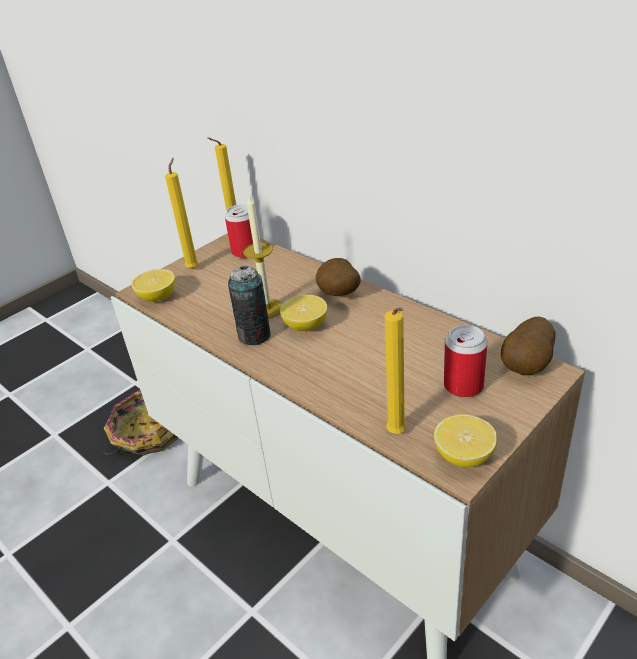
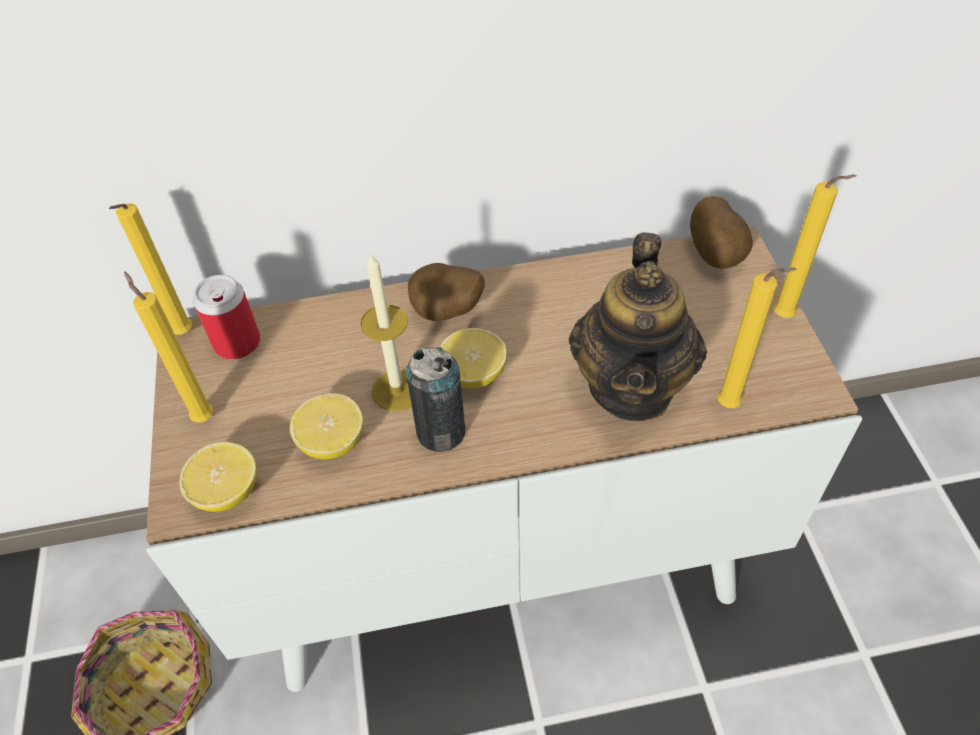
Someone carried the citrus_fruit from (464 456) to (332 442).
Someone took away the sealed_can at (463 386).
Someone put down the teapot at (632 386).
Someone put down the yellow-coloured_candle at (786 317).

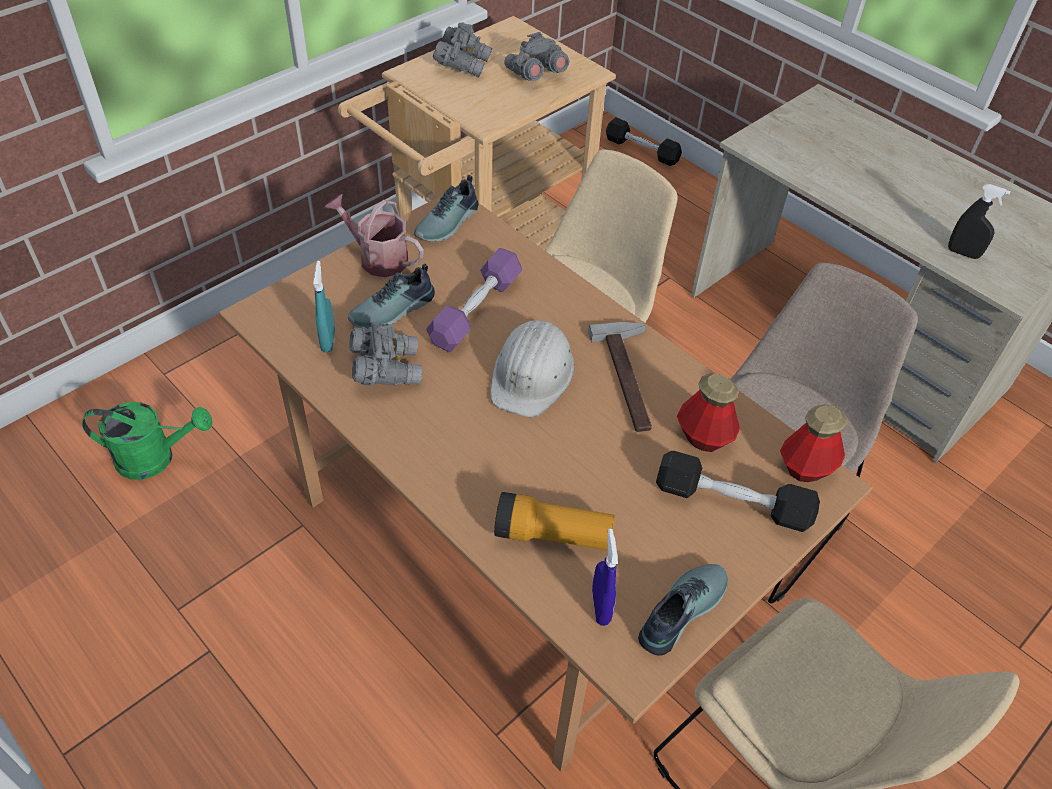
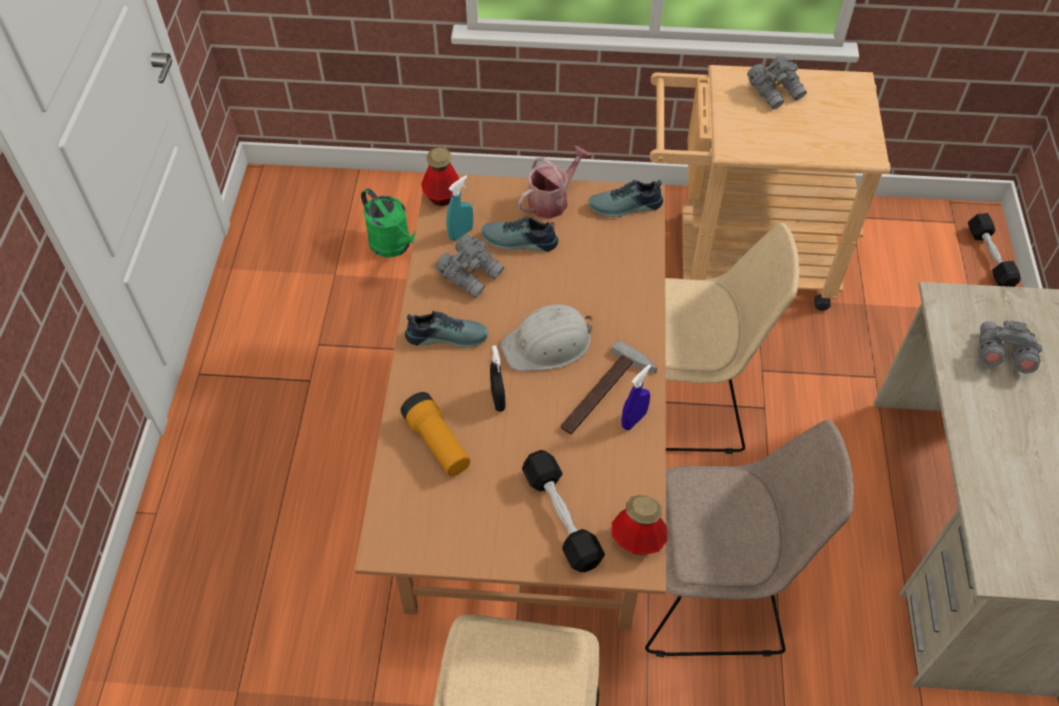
Someone rotated the watering_can at (378 258) by 60 degrees clockwise.
Someone took away the purple_dumbbell at (475 311).
Someone carried the gray_binoculars from (535 75) to (1001 355).
Someone carried the blue-coloured_sprayer from (600 607) to (634 420).
Someone carried the shoe from (679 610) to (447 335).
Someone carried the bottle from (703 437) to (441 196).
Someone carried the black-coloured_sprayer from (963 253) to (498 400).

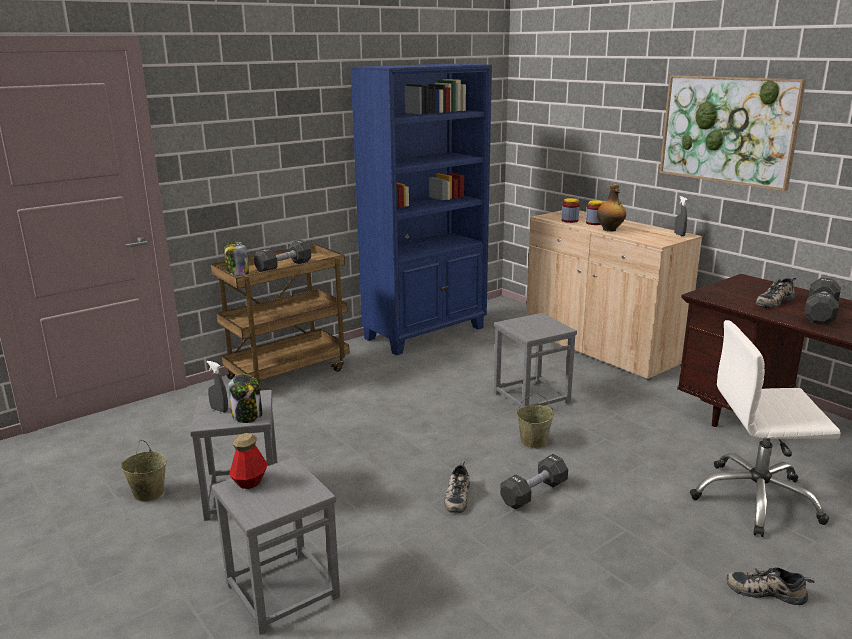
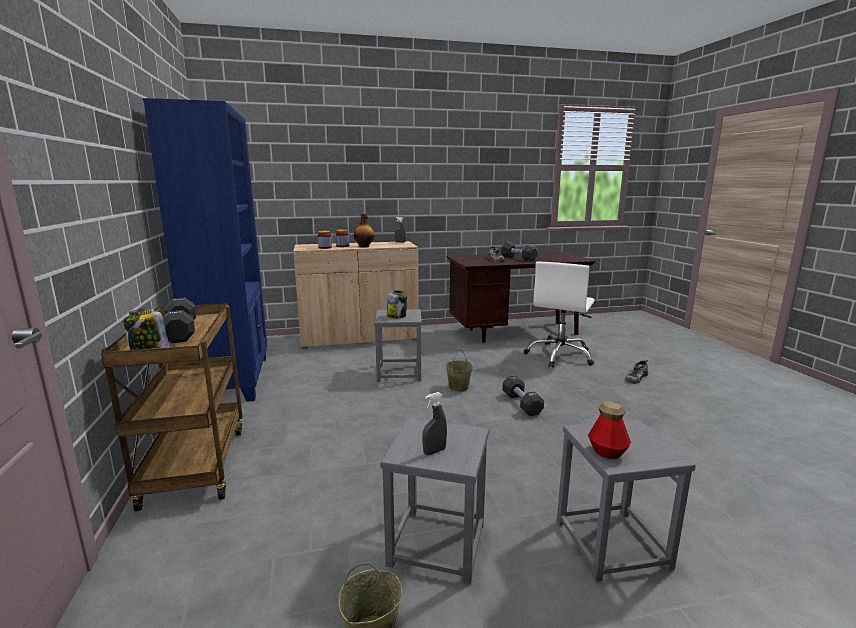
Someone carried the preserve_jar from (247 416) to (397 316).
Someone took away the shoe at (456 496).
Someone took away the wall_picture at (727 130).

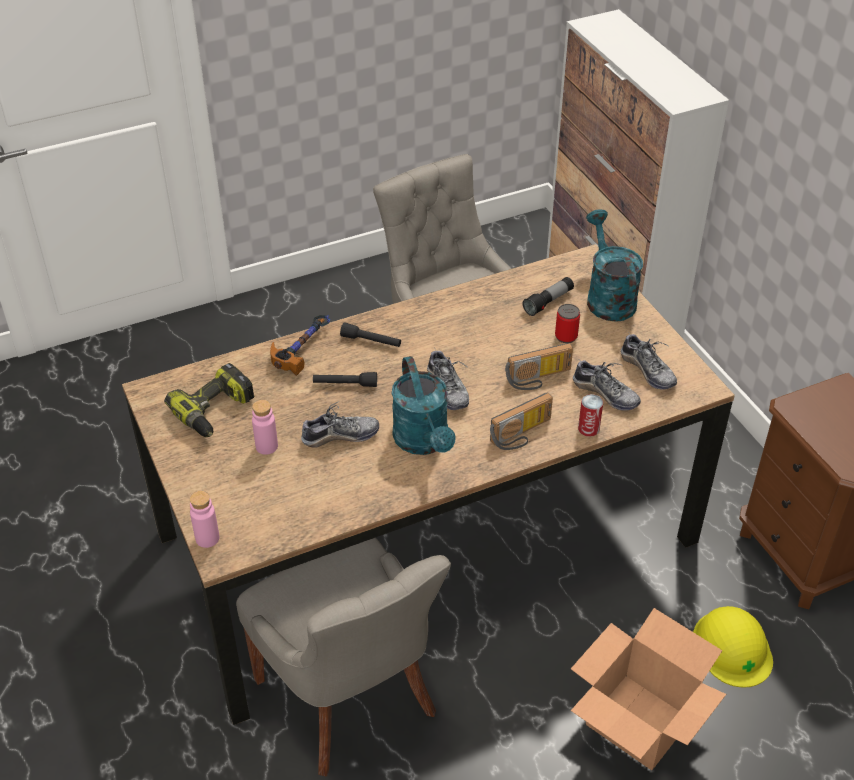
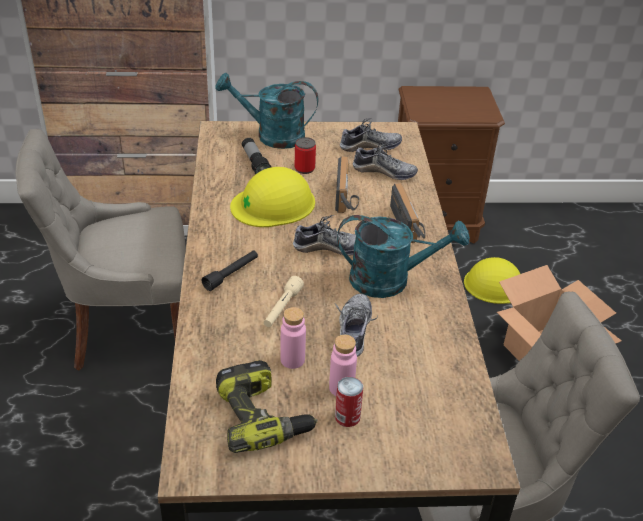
Someone carried the pink_bottle from (207 538) to (292 360).
Someone took away the hammer at (302 347).
Someone repainted the black-coloured_torch at (345 384), which became the sand-coloured_torch at (282 308).
Someone rotated the shoe at (605 394) by 45 degrees clockwise.
Someone carried the sealed_can from (588 428) to (347 417).
Someone put down the yellow-coloured_work_helmet at (273 204).

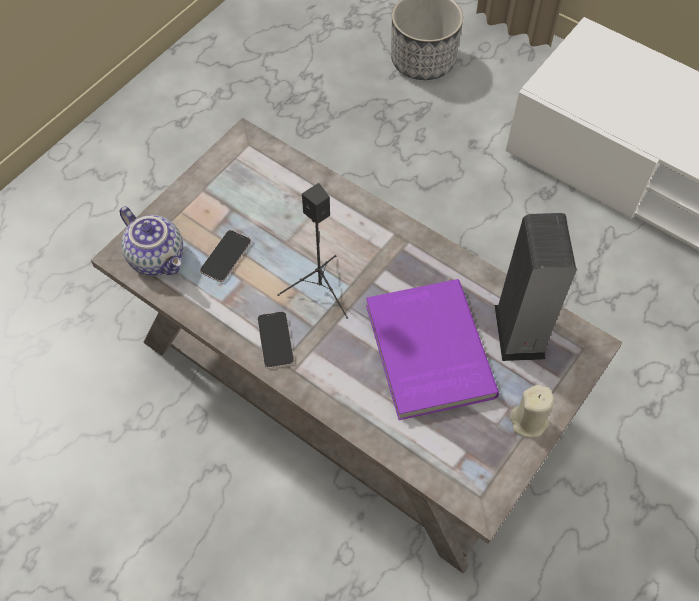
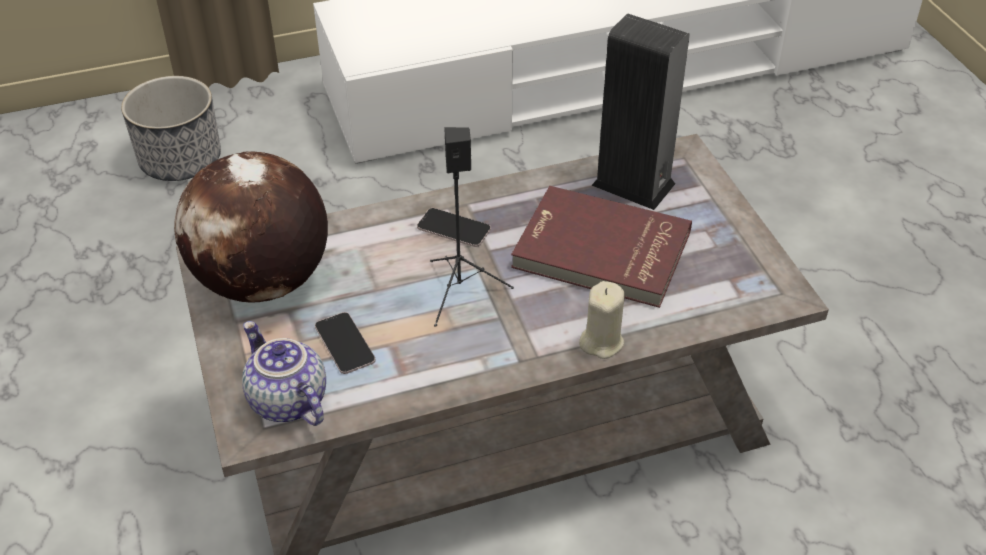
Someone rotated the teapot at (158 257) by 120 degrees counterclockwise.
Someone carried the telephone from (275 340) to (453 228).
Someone repainted the purple_bound_book at (426 351), which became the red-coloured_bound_book at (601 252).
Someone carried the sand-coloured_candle from (529 421) to (601 342).
Someone put down the world_globe at (262 282).

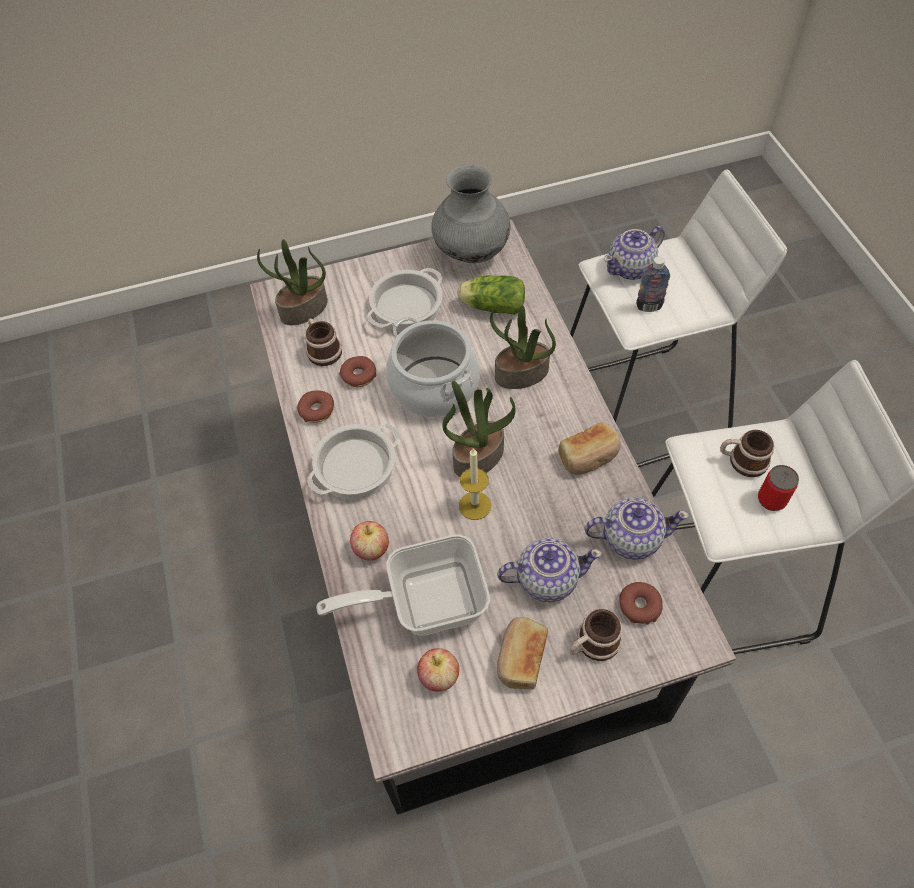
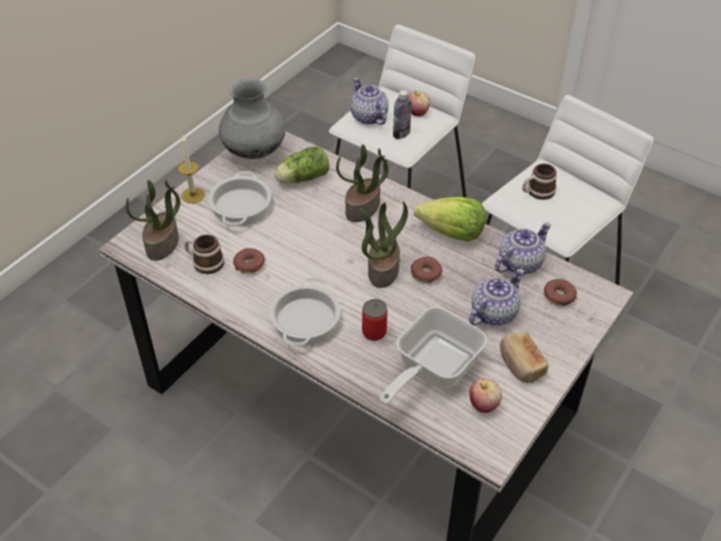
Someone carried the donut from (317 410) to (426 274).
Someone carried the apple_fruit from (371 549) to (417 113).
Someone took away the saucepot at (433 387).
Someone carried the candle from (475 505) to (193 195).
Someone swapped the bread at (589 457) for the lettuce_head at (451 233).
Someone took away the tea_mug at (592 644).
Someone rotated the teapot at (631 268) by 135 degrees clockwise.
Someone carried the sealed_can from (771 499) to (374 332).

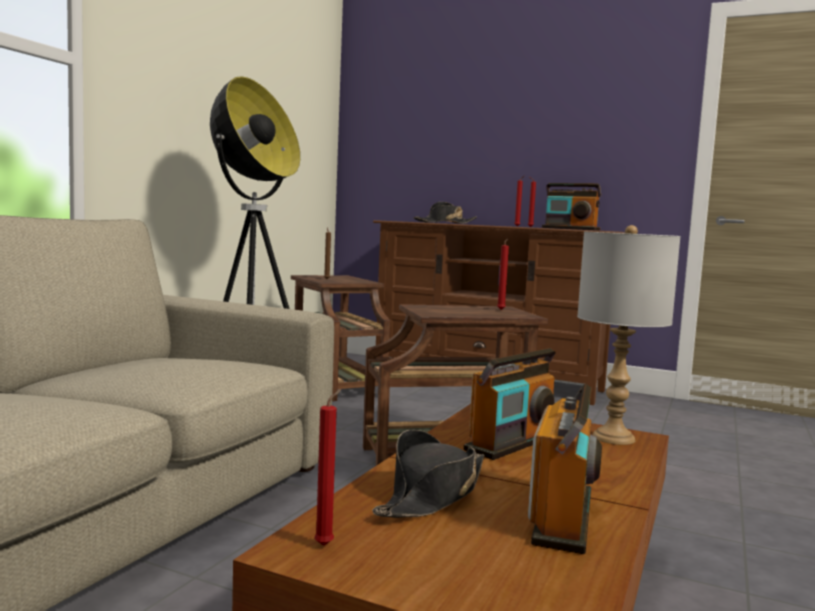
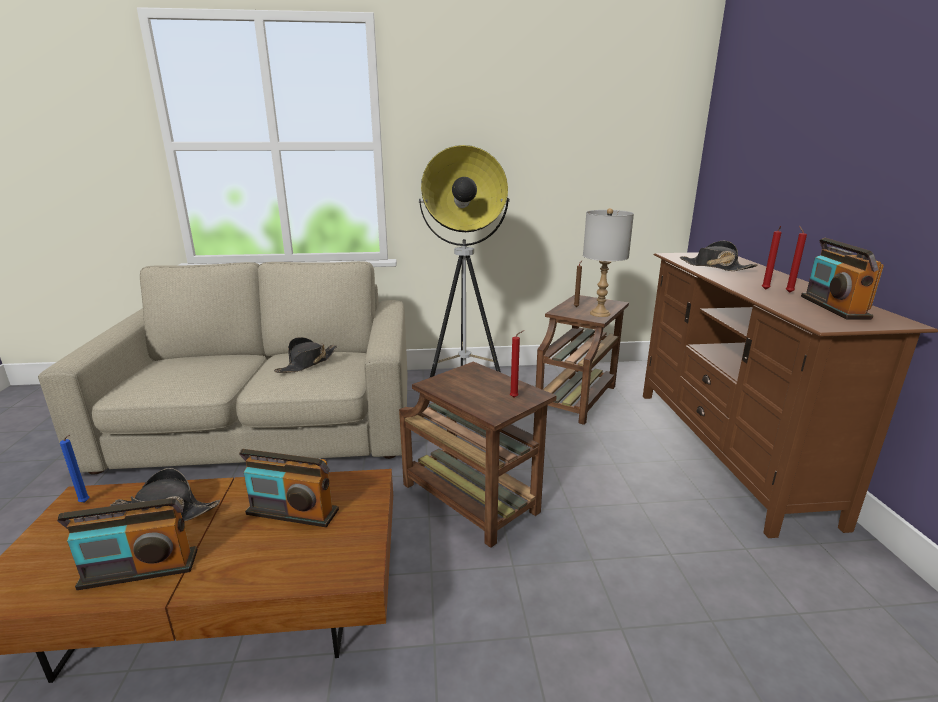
Someone repainted the red-coloured_candle at (326 544), which became the blue-coloured_candle at (86 502).
Someone carried the gray_tabletop_lamp from (612 438) to (599 313).
Someone put down the black-coloured_hat at (307 363).

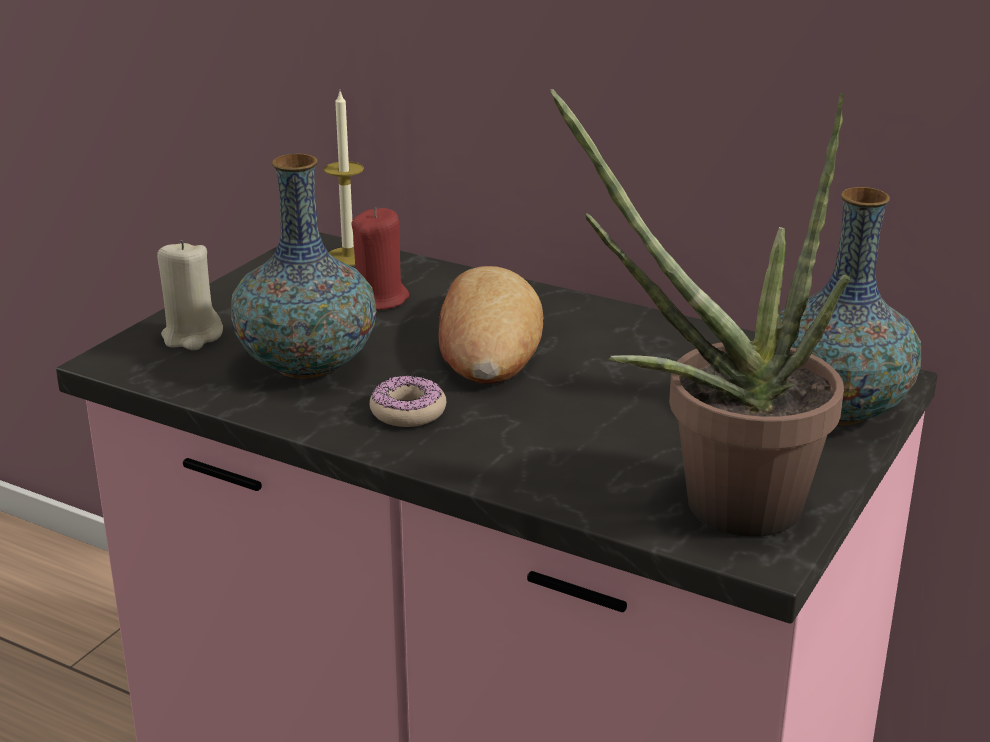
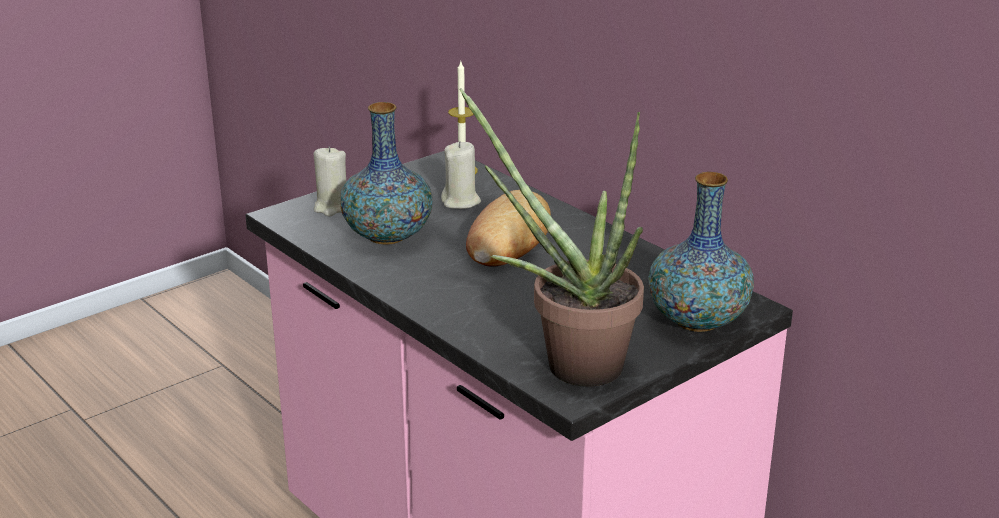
Someone repainted the red-coloured_candle at (379 299), which became the sand-coloured_candle at (461 202).
Someone took away the donut at (408 412).

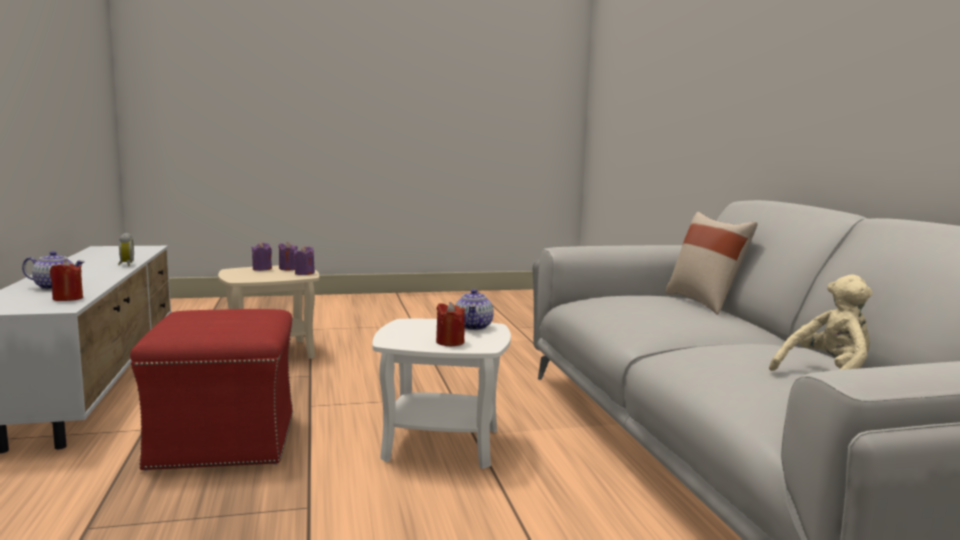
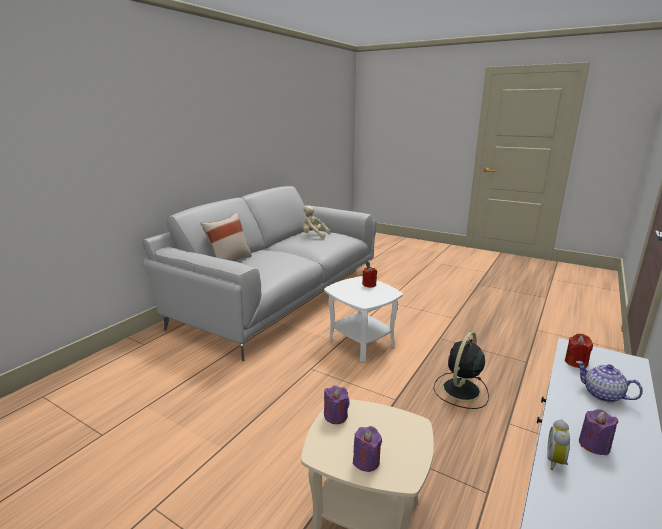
Someone swapped the red-coloured_footrest at (224 440) for the black-coloured_cooling_fan at (460 390).
Someone carried the purple_candle from (288 268) to (594 445).
Someone took away the teapot at (474 327).

